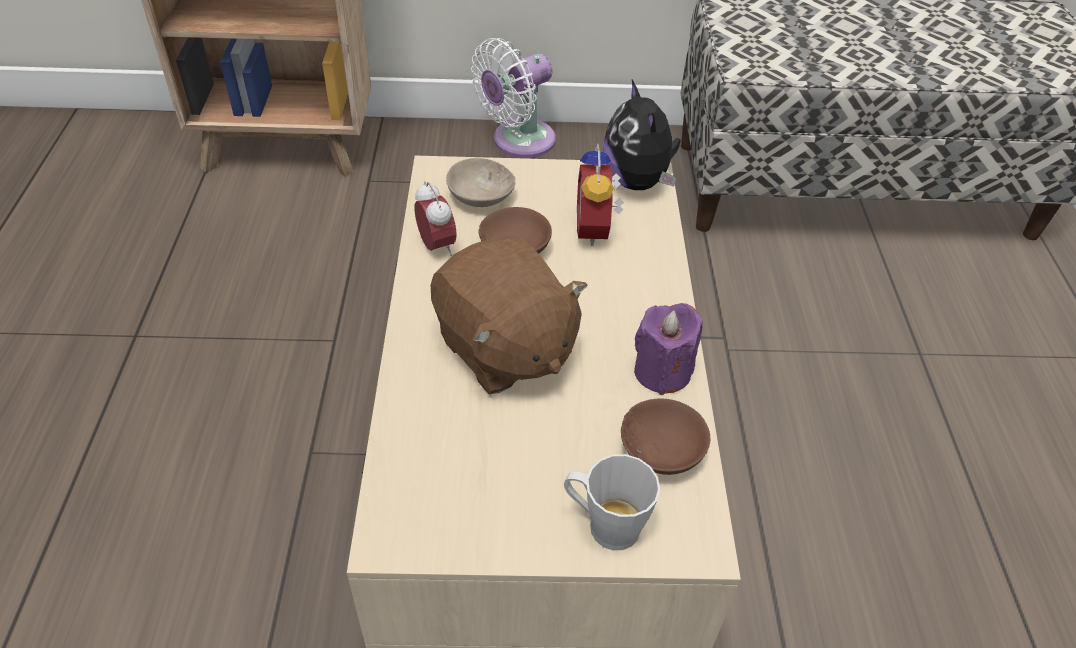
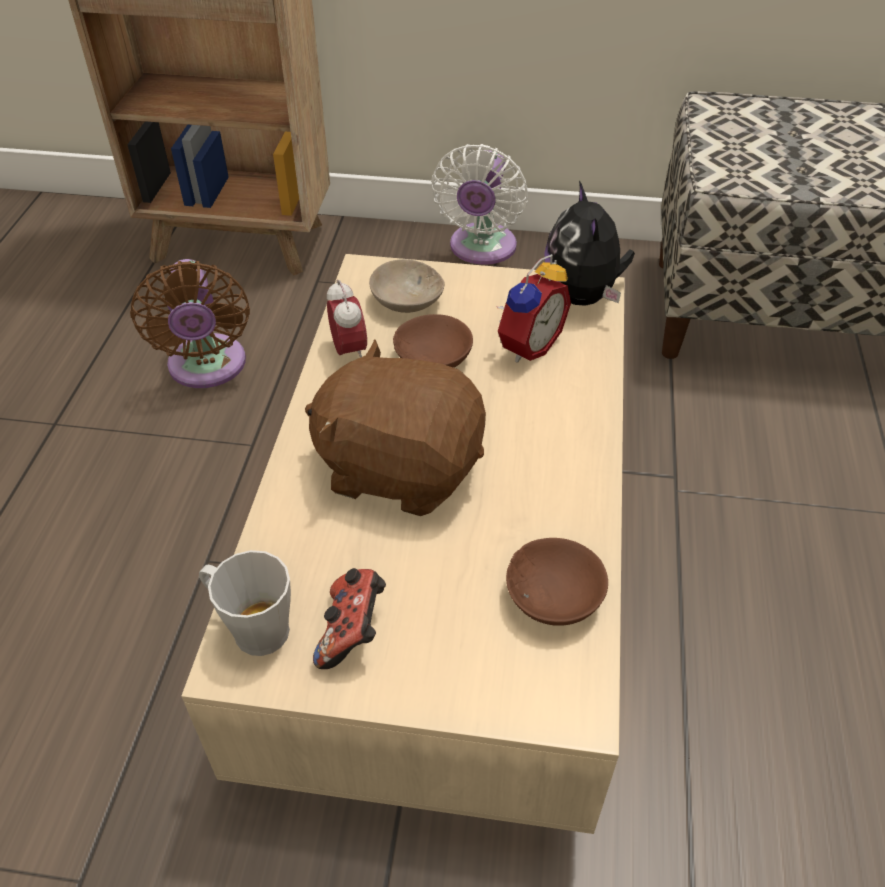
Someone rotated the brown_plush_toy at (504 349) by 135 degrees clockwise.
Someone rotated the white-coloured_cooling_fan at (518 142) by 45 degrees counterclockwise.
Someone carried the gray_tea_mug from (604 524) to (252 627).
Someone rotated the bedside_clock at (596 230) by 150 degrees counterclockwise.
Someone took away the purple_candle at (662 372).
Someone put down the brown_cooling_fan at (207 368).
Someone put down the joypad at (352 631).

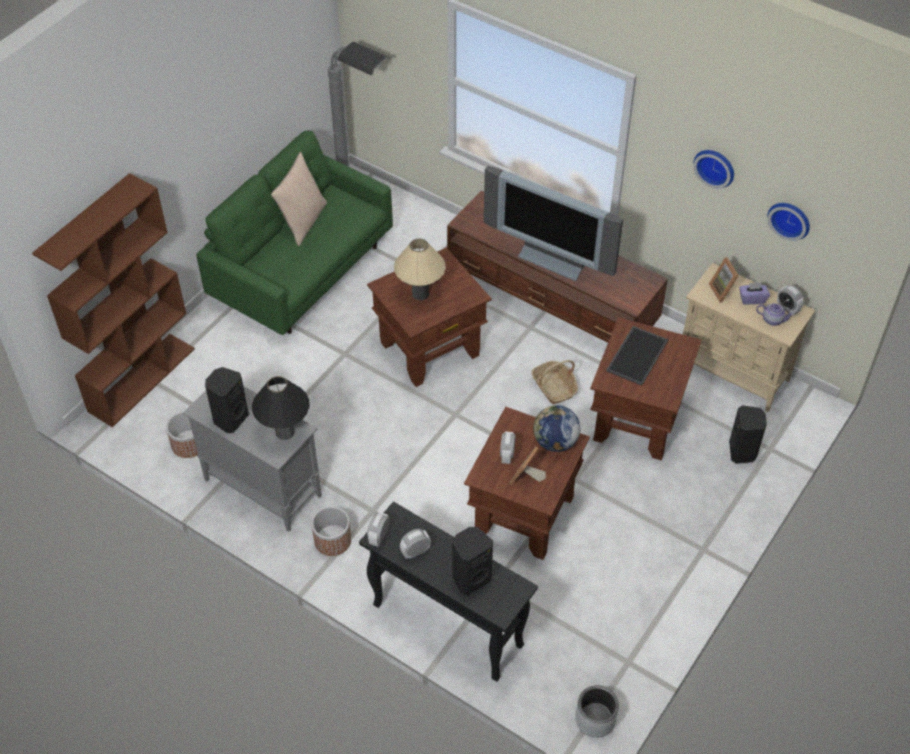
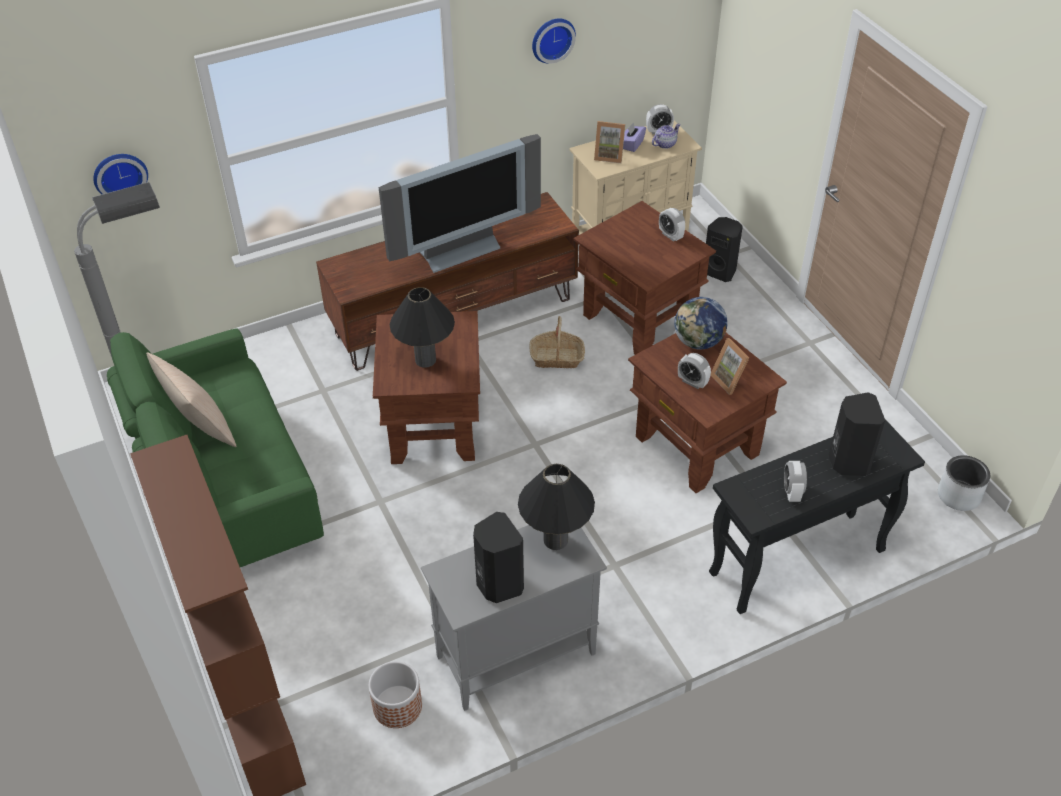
Someone took away the plant_pot at (333 540).
Someone carried the bedside_clock from (379 537) to (670 235).
Someone repainted the sand-coloured_tabletop_lamp at (420 294), which became the black-coloured_tabletop_lamp at (425 360).
Someone took away the carrying_tray at (636 355).
Someone carried the hanging_clock from (790 219) to (119 174).

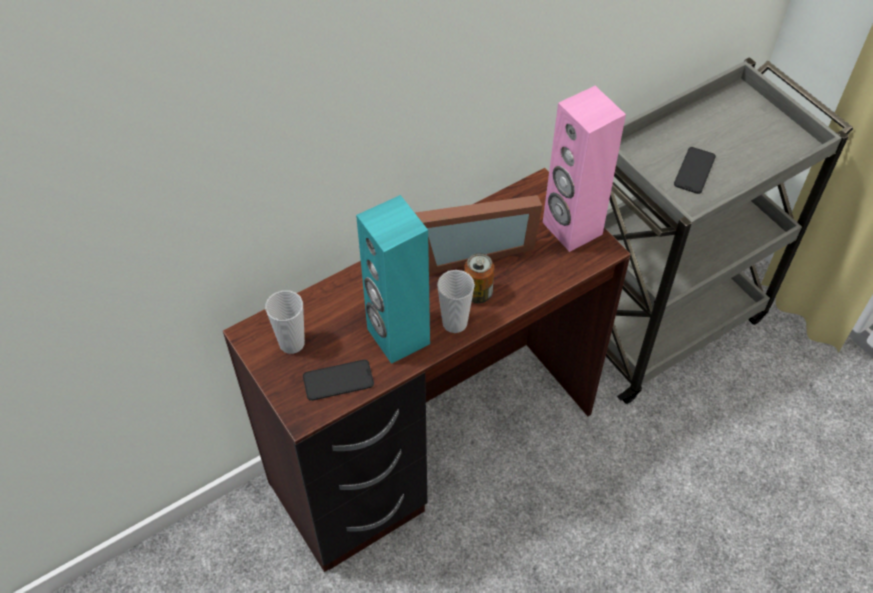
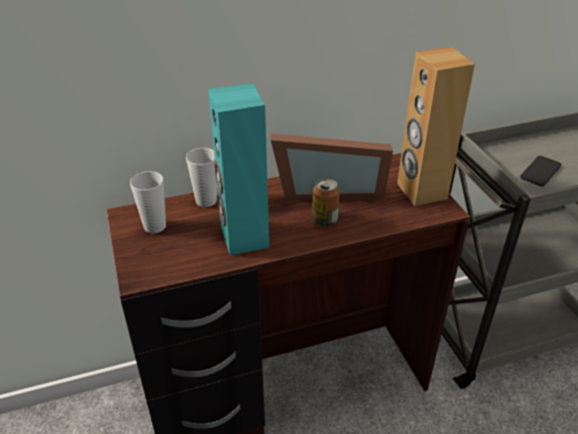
Someone took away the telephone at (338 380).
Someone carried the cup from (454 323) to (206 201).
Someone repainted the pink_audio_speaker at (571 229), which became the brown_audio_speaker at (421 191).

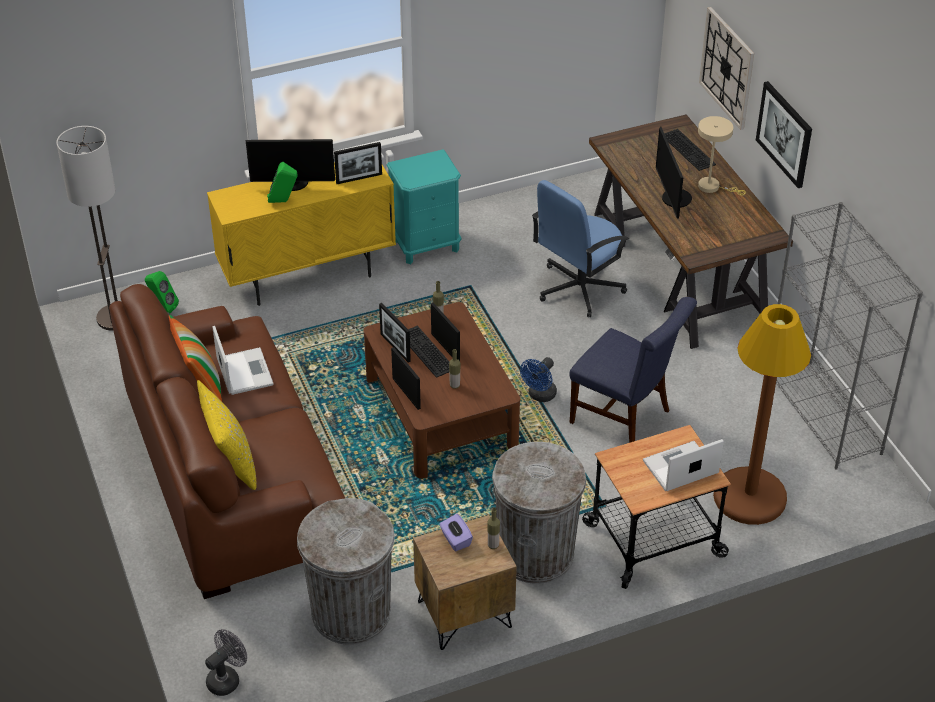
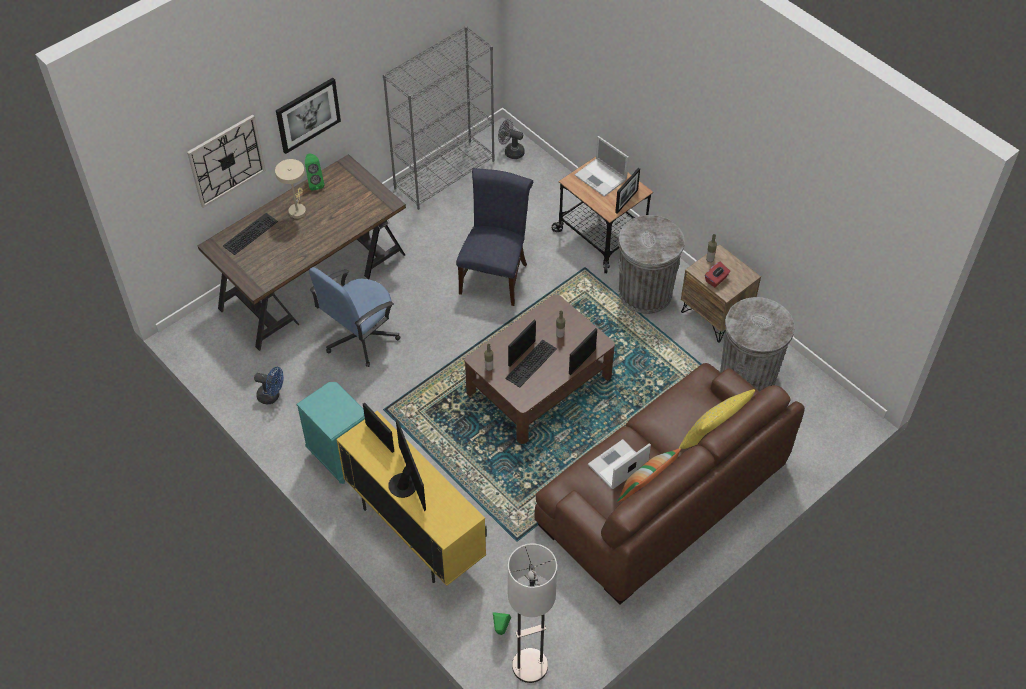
Someone carried the gray_cooling_fan from (227 679) to (511 151).
Someone carried the green_audio_speaker from (283 201) to (315 183).
Someone carried the photo_frame from (395 347) to (626 201).
Someone repainted the purple_tissue_holder at (455 540), which became the red-coloured_tissue_holder at (716 279).
Someone carried the blue-coloured_cooling_fan from (539 396) to (272 396).
Someone rotated the blue-coloured_office_chair at (578 288) by 105 degrees clockwise.
Someone took away the computer_screen at (673 199).
Someone took away the brown_standard_lamp at (750 497).

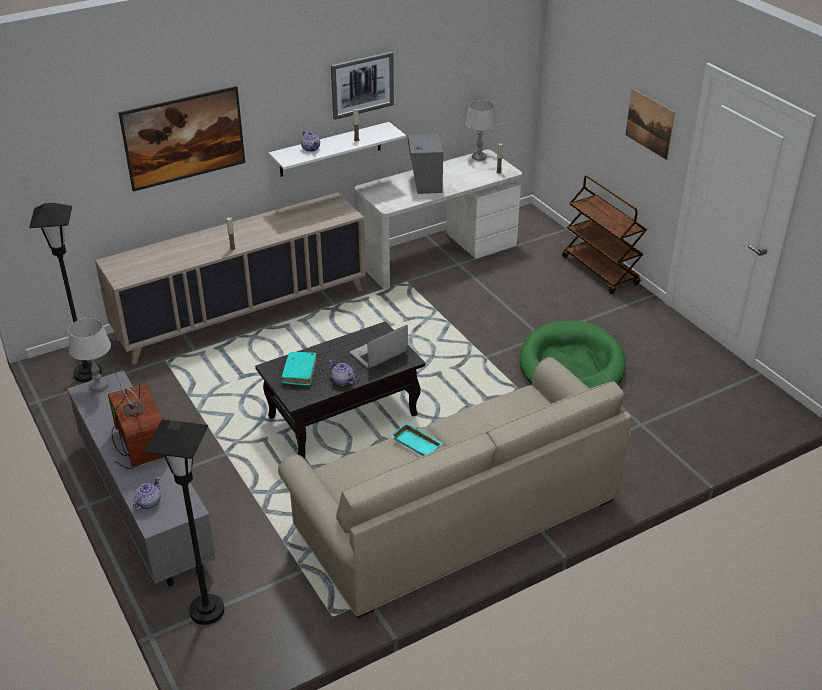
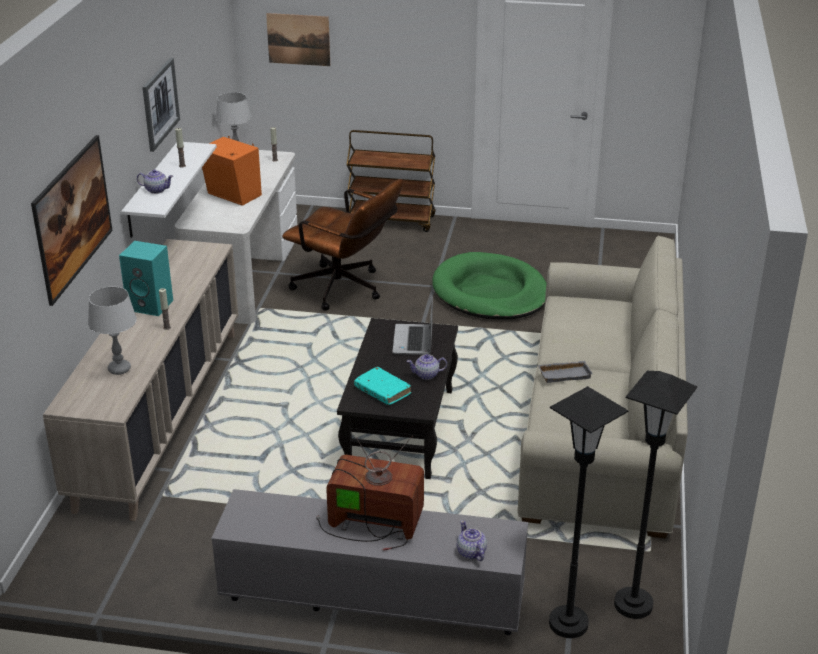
Someone carried the black-coloured_standard_lamp from (87 374) to (633 605).
Someone carried the gray_tabletop_lamp from (98 386) to (119 369).
Someone repainted the blue-green_carrying_tray at (418 443), which became the gray_carrying_tray at (565 374).
Someone repainted the gray_audio_speaker at (425 184), which became the orangey_audio_speaker at (233 195).
Someone carried the wall_picture from (649 123) to (298 39).
Someone put down the blue-green_audio_speaker at (151 305).
Someone put down the brown_office_chair at (345 290).

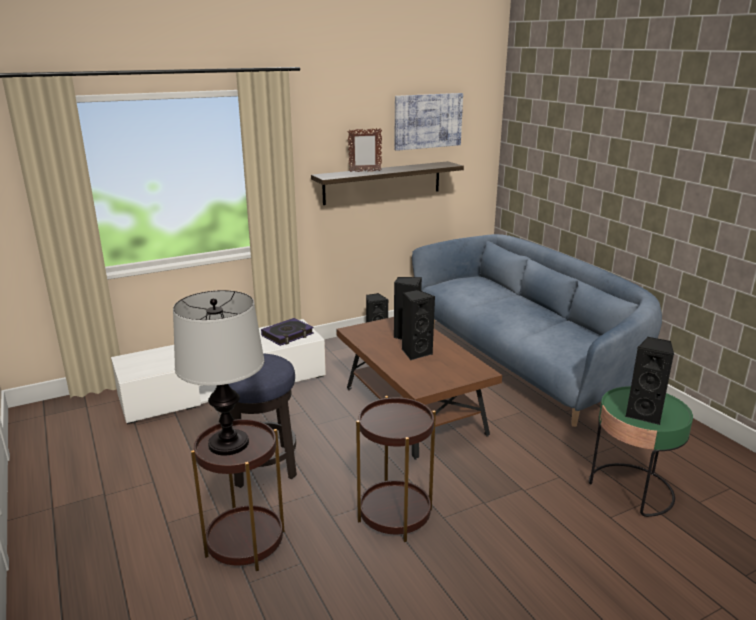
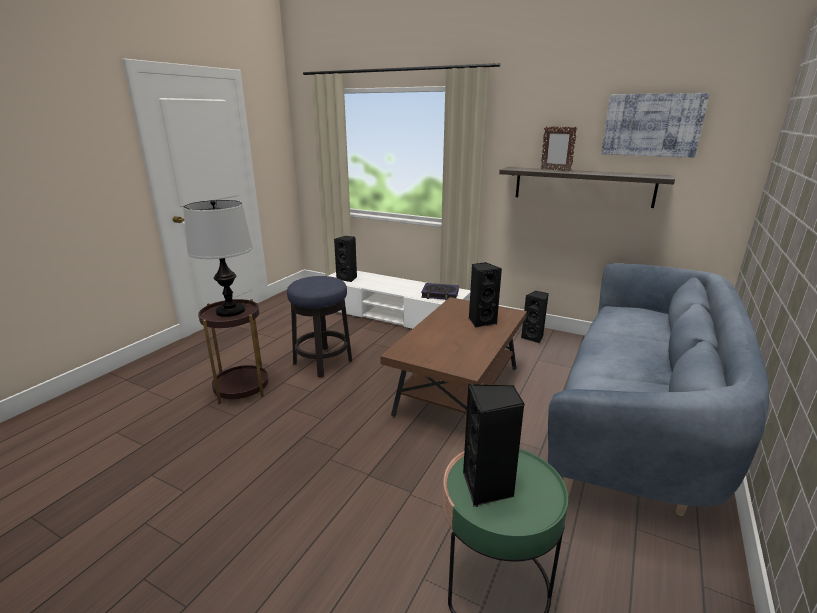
Someone took away the brown_accent_table at (395 515).
Someone carried the black-coloured_audio_speaker from (415 352) to (348 278).

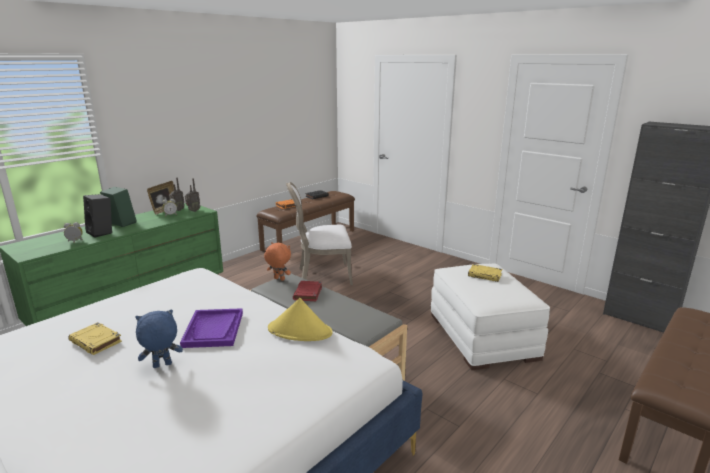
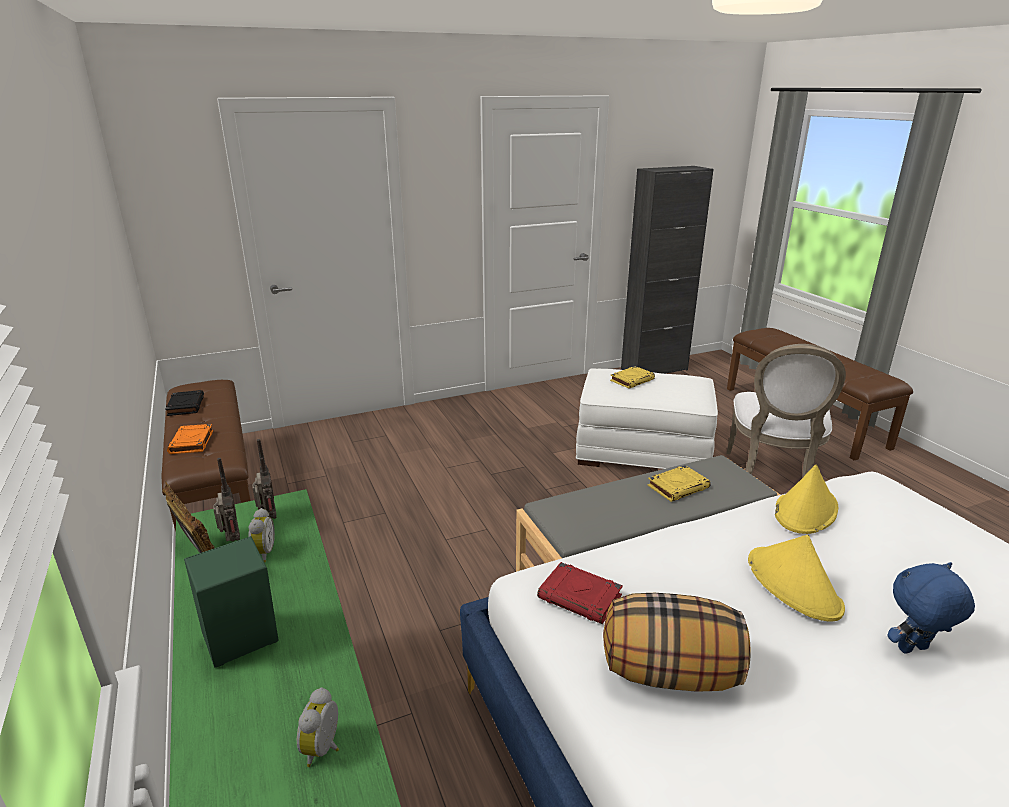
Someone carried the yellow-coloured_bound_book from (96 342) to (678 487).
Someone took away the black-coloured_audio_speaker at (102 232).
Someone rotated the blue-coloured_plush_toy at (162 366) by 75 degrees clockwise.
Someone swapped the purple_carrying_tray at (213 329) for the yellow-coloured_hat at (794 585).
Someone took away the orangey_plush_toy at (278 279).
Someone carried the white-coloured_upright_chair from (322 275) to (771 479).
Someone carried the red-coloured_bound_book from (308 293) to (580 597).
Someone put down the cushion at (669 673).

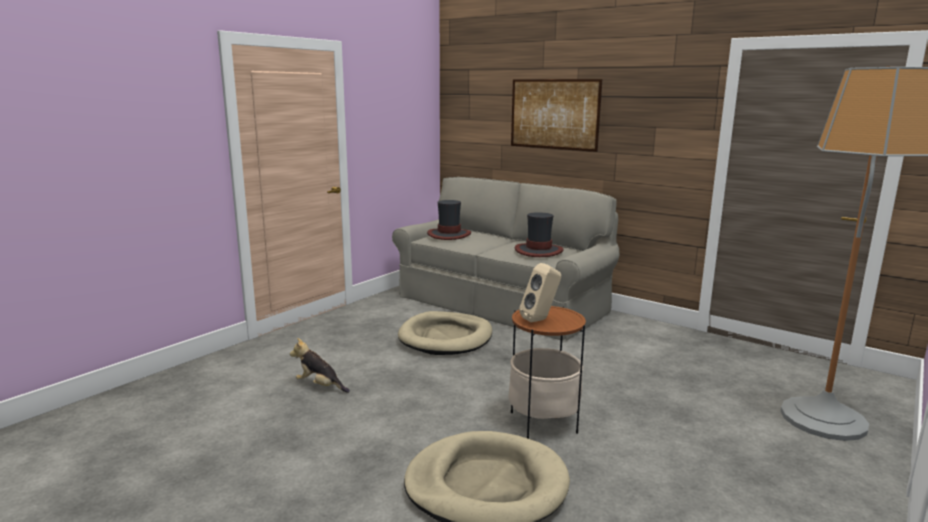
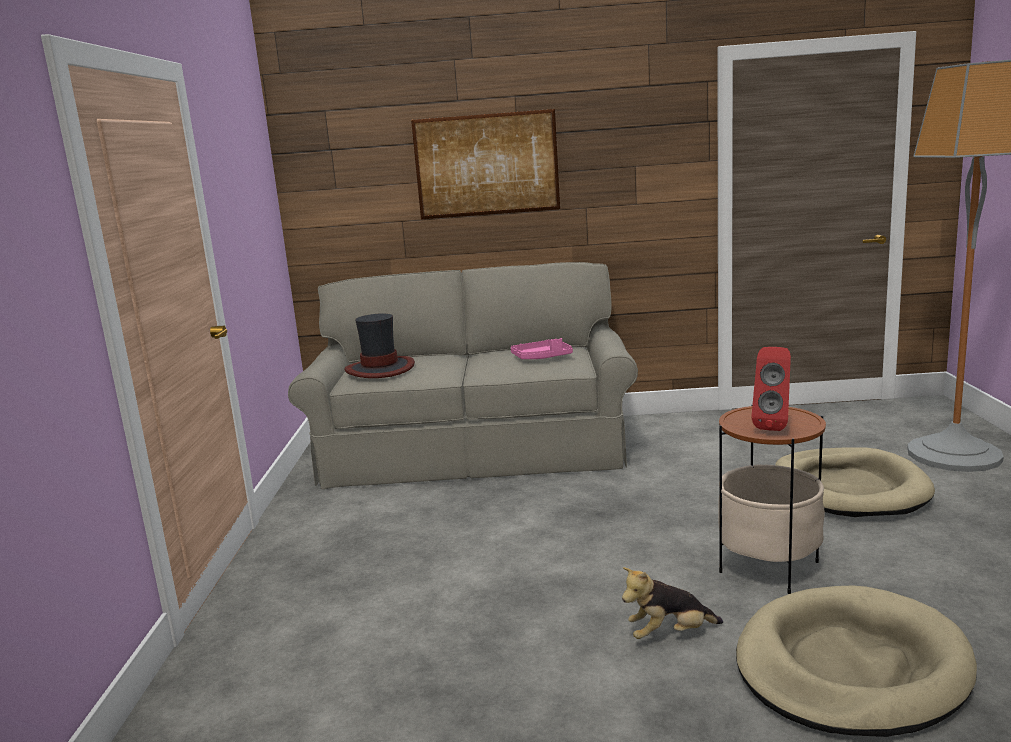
Someone carried the plush_toy from (320 386) to (669 634).
Someone carried the sand-coloured_pet_bed from (446 337) to (849 488).
Someone swapped the hat at (538 251) for the pink_carrying_tray at (542 357).
Someone repainted the sand-coloured_audio_speaker at (540 320), which became the red-coloured_audio_speaker at (773 425).

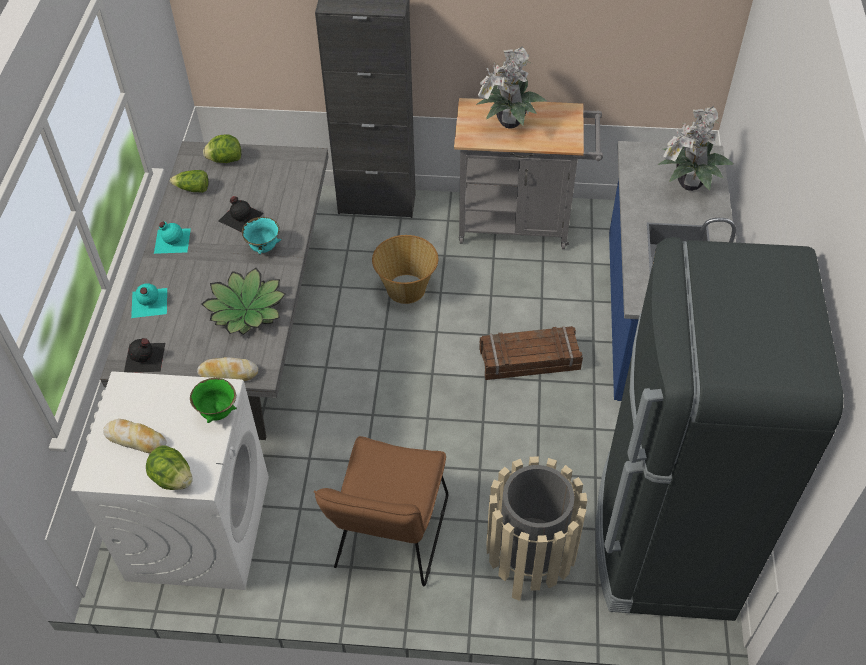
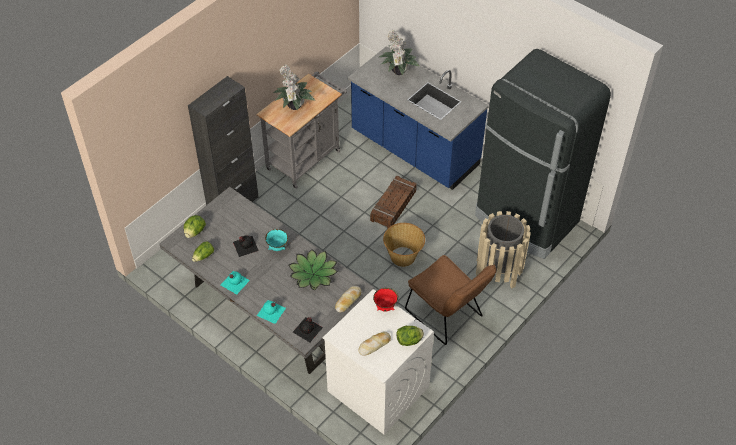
Someone repainted the green_serving_bowl at (217 413), which became the red-coloured_serving_bowl at (385 307).
Someone carried the storage_basket from (406 289) to (403 256).

